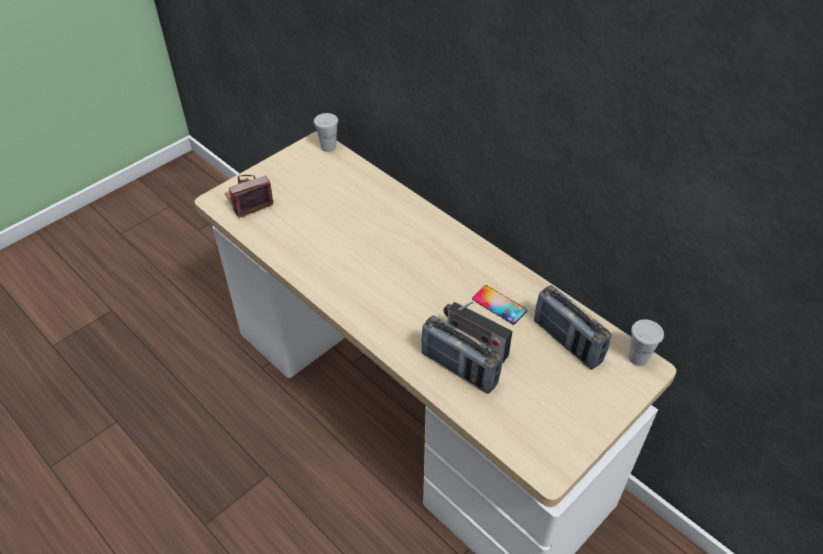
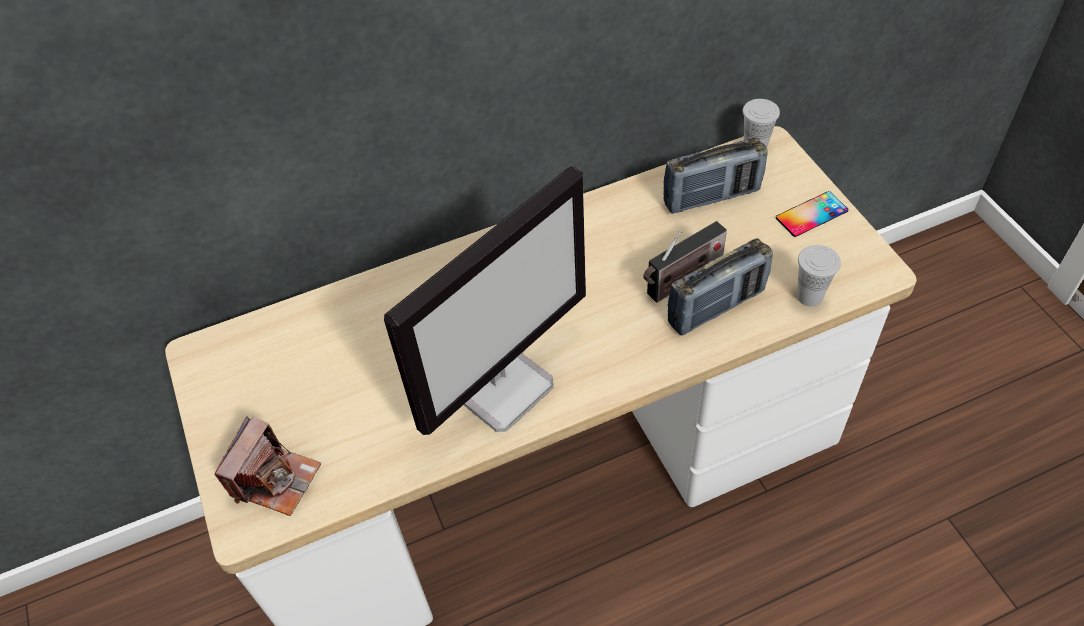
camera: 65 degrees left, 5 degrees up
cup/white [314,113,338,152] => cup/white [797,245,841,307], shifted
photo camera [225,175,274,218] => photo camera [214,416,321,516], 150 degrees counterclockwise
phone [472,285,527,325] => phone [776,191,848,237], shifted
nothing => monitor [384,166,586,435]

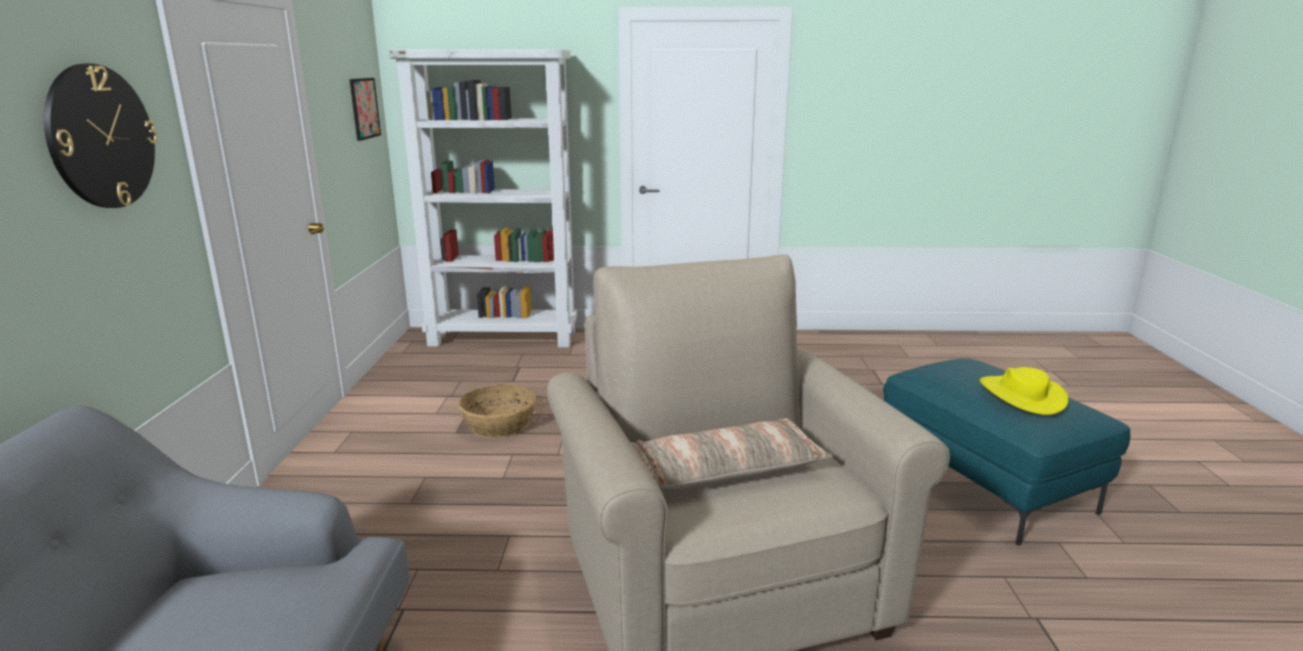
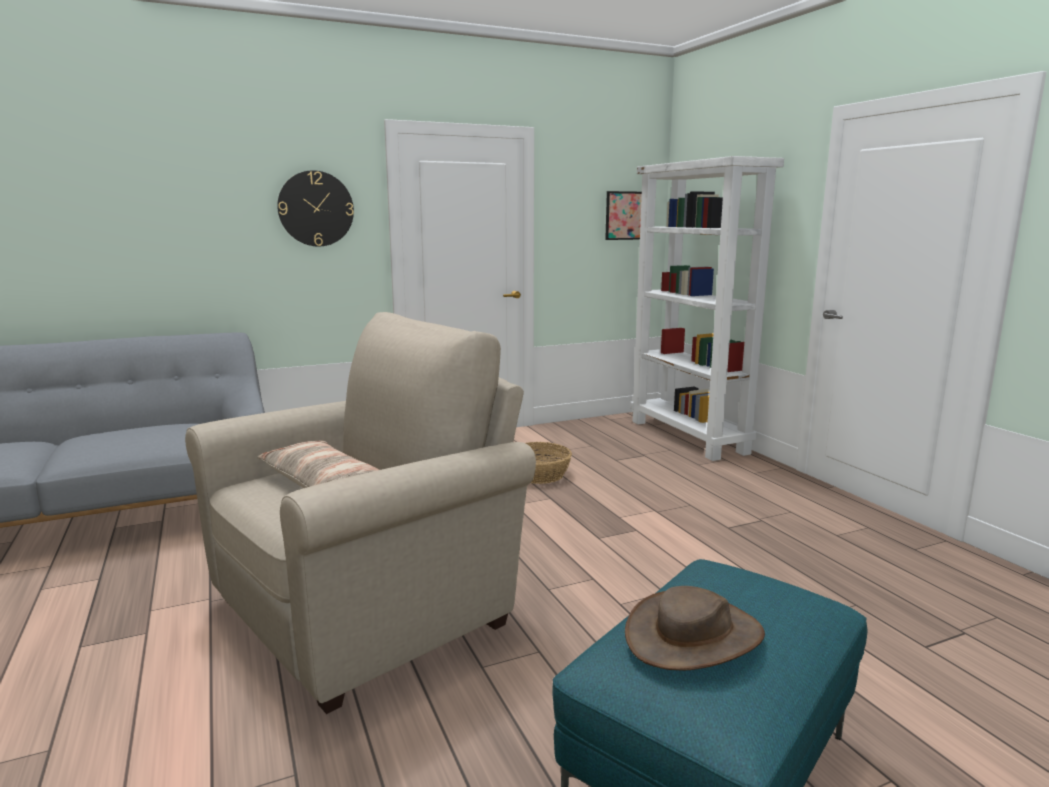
camera: 65 degrees right, 5 degrees down
hat/yellow [980,367,1068,415] => hat/brown [625,586,765,670]

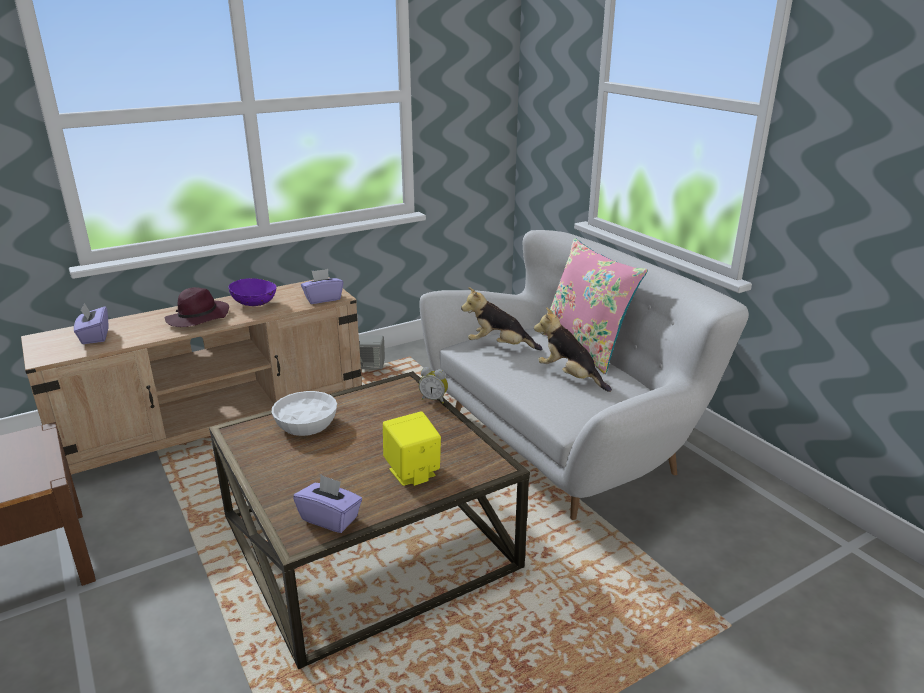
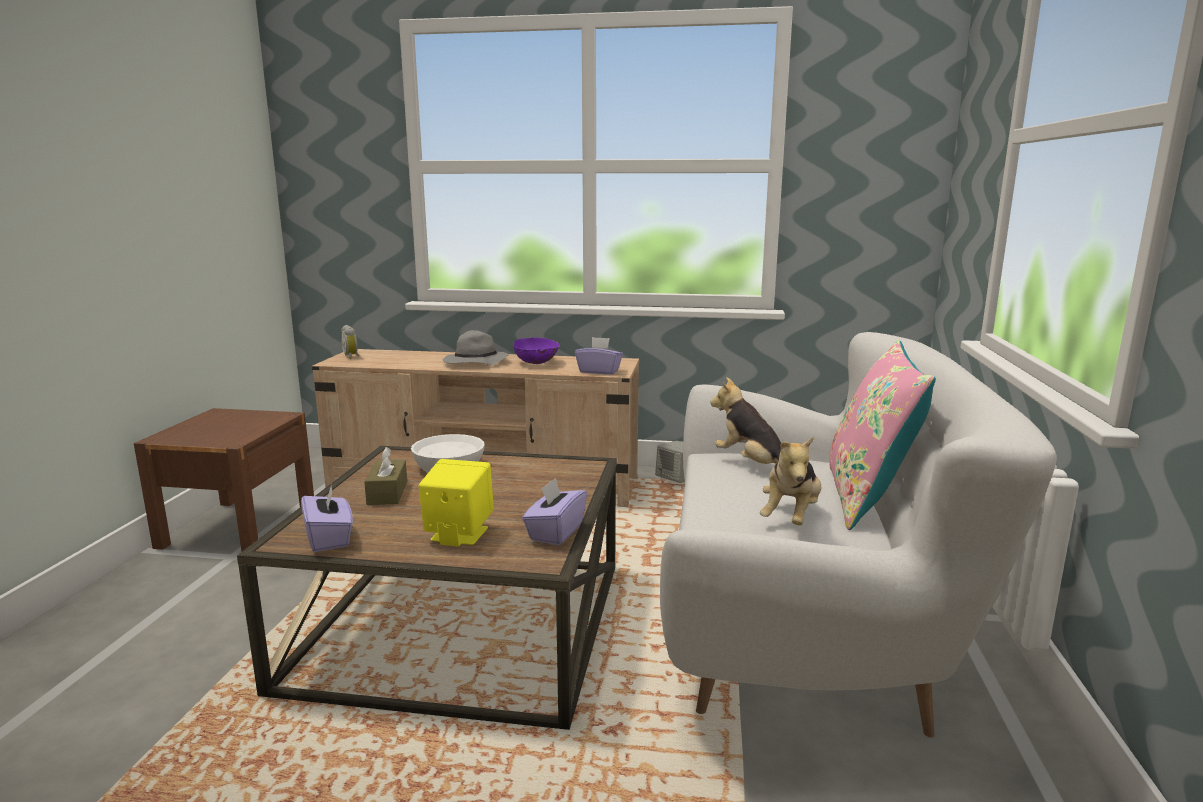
camera: 40 degrees right, 10 degrees down
hat/purple [165,287,229,327] => hat/grey [443,330,509,365]
tissue box/purple [74,303,108,344] => tissue box/purple [522,478,587,545], shifted
plush toy [534,307,612,392] => plush toy [760,436,821,525], 150 degrees counterclockwise
alarm clock [419,367,448,403] => alarm clock [341,325,359,359], shifted
nothing => tissue box/brown [364,447,407,505]

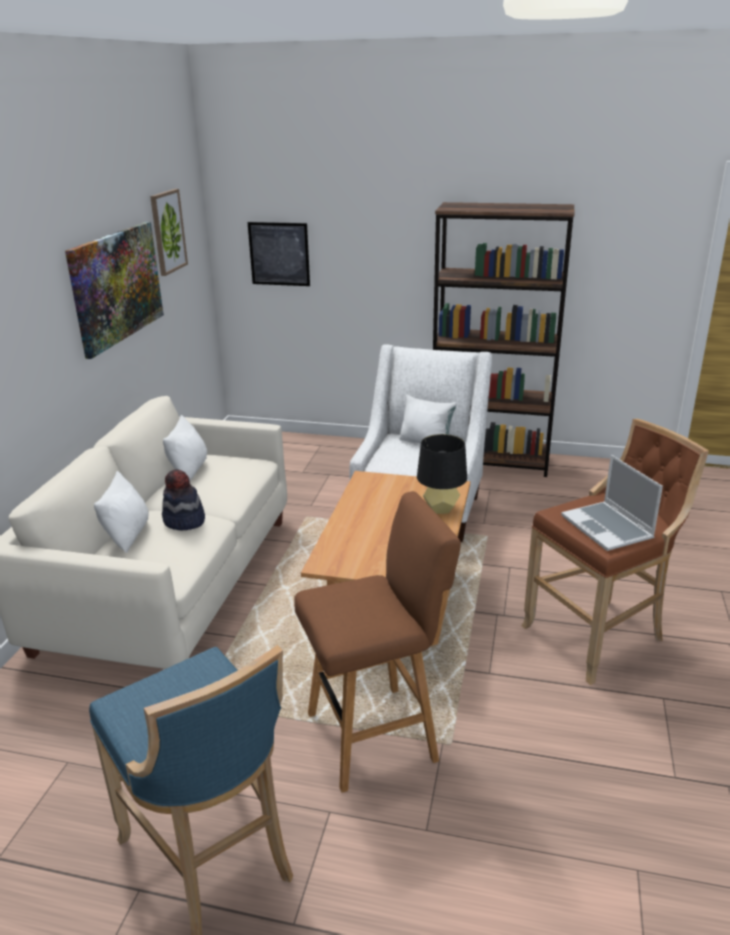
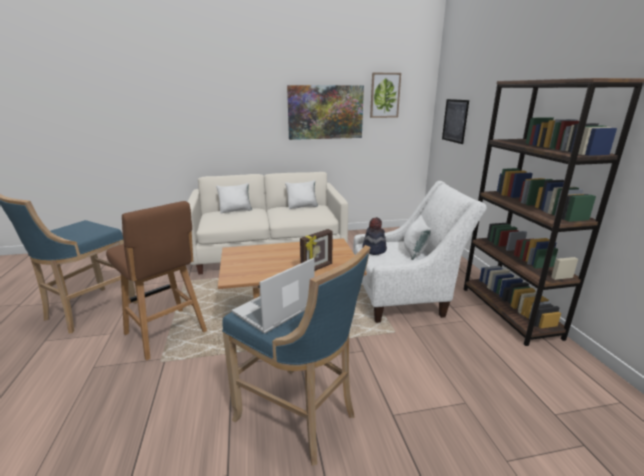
camera: 65 degrees right, 5 degrees down
stool/brown [521,419,709,685] => stool/blue [222,245,371,466]
table lamp/black [417,434,467,514] => picture frame [300,229,333,271]
hat [162,469,205,530] => hat [362,217,387,255], shifted

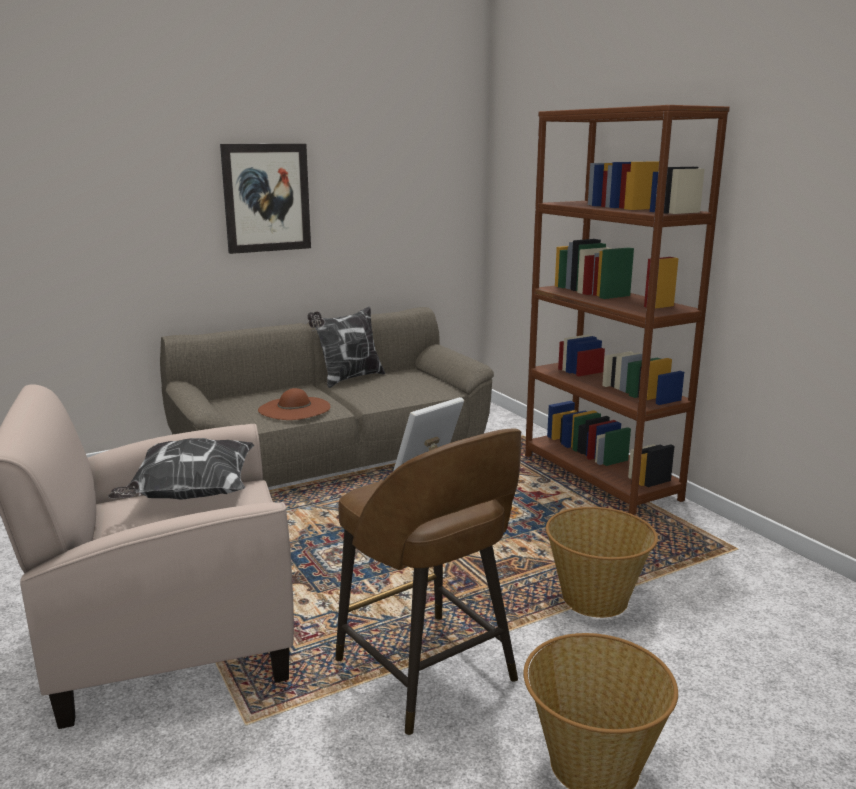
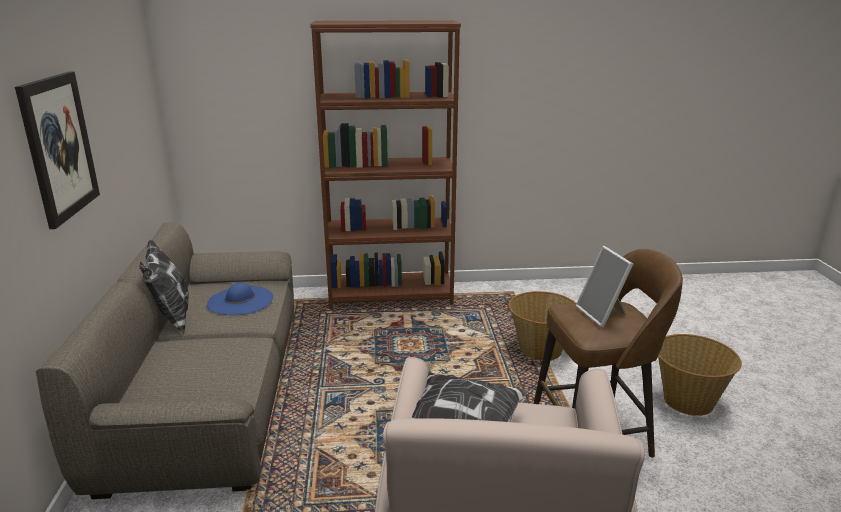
camera: 65 degrees left, 5 degrees up
hat/brown [258,388,331,420] => nothing
nothing => hat/blue [207,282,273,315]

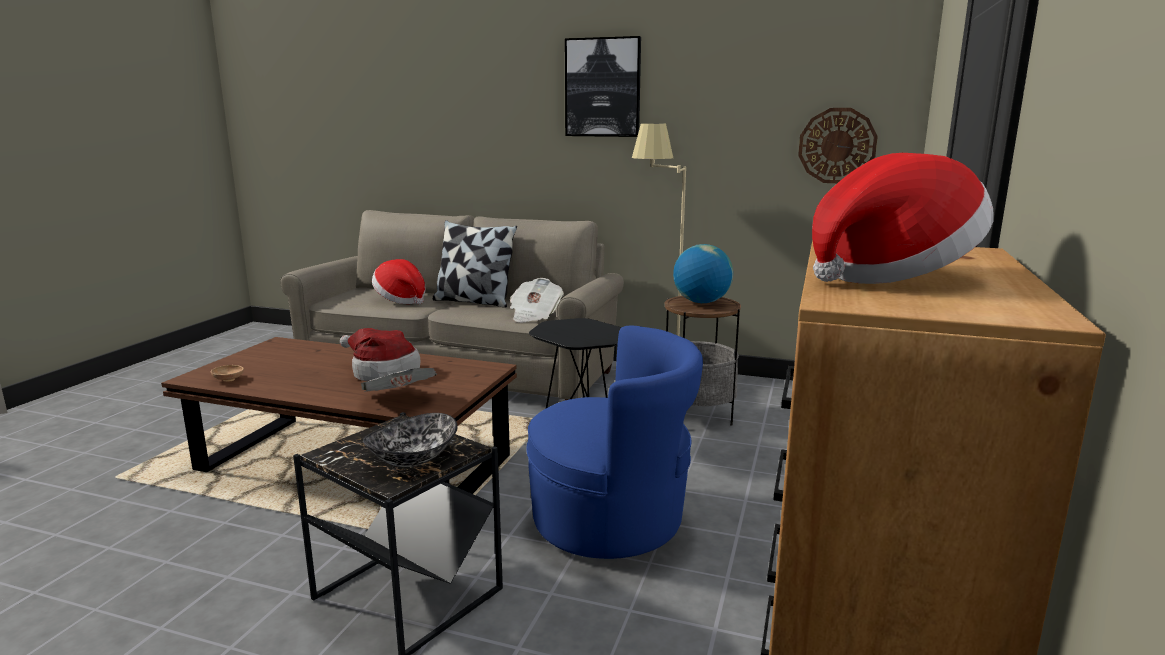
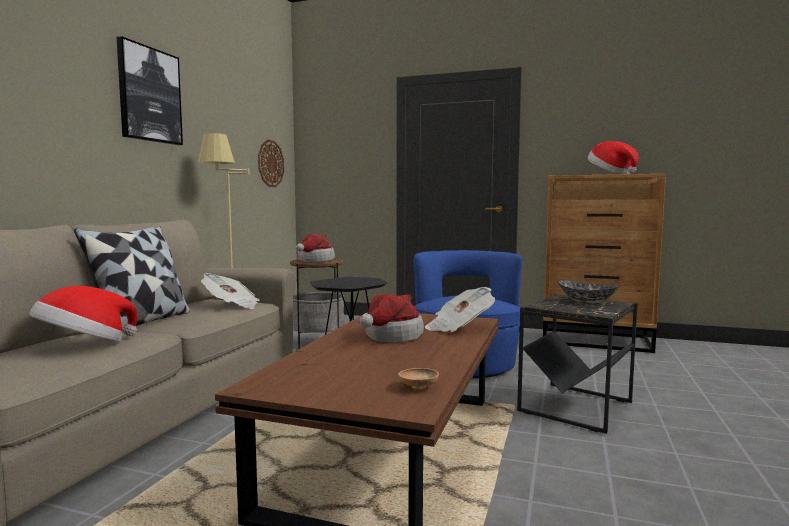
camera: 90 degrees left, 10 degrees down
globe [673,244,733,303] => hat [296,234,335,262]

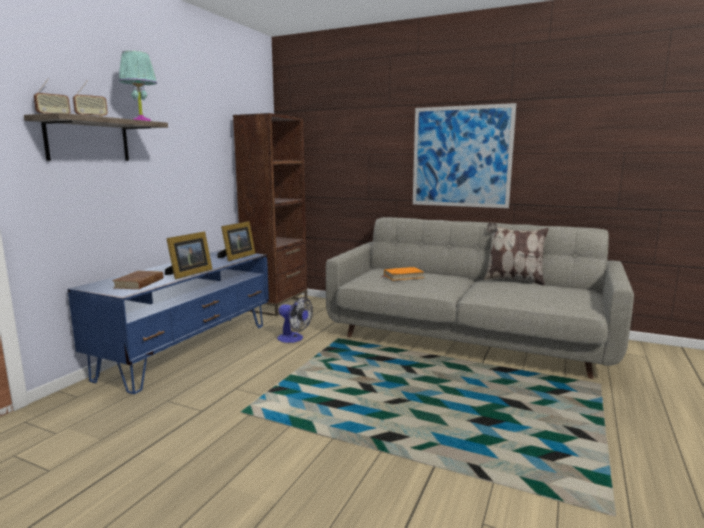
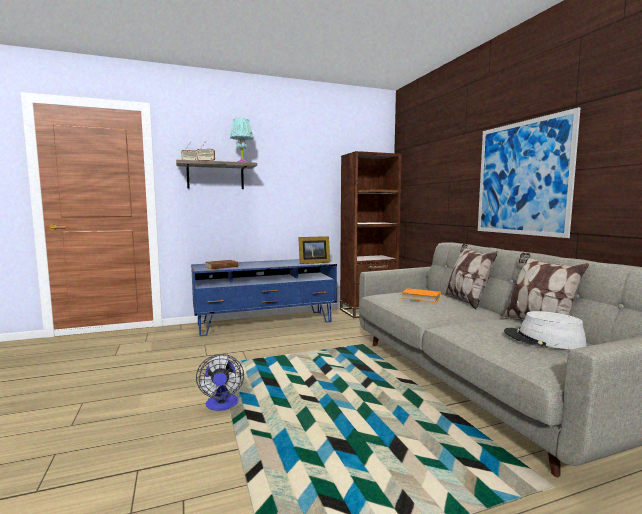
camera: 45 degrees right, 5 degrees down
picture frame [165,231,212,280] => nothing
fan [277,297,313,343] => fan [196,354,244,411], shifted
nothing => pillow [444,244,498,310]
nothing => hat/grey [504,311,587,349]

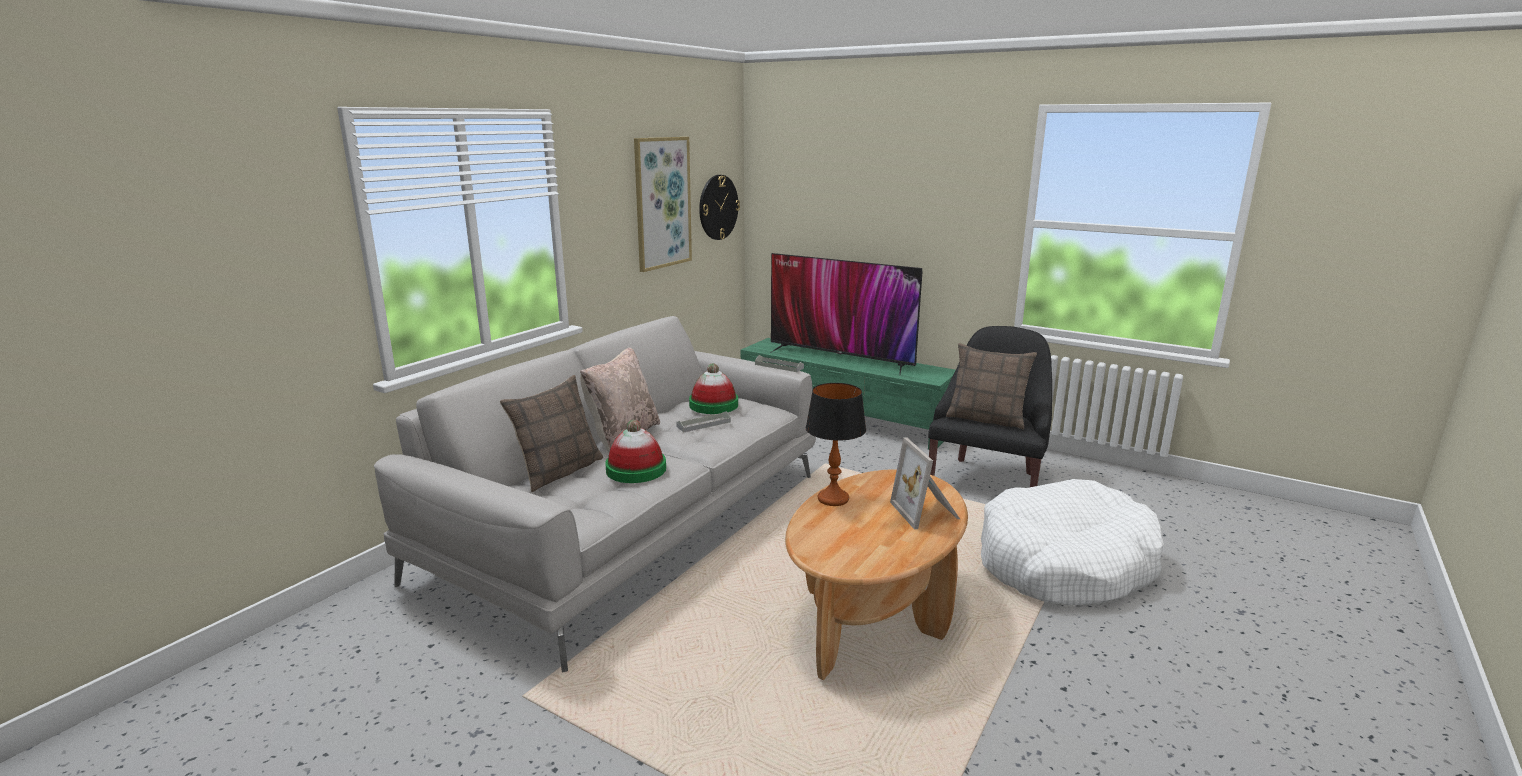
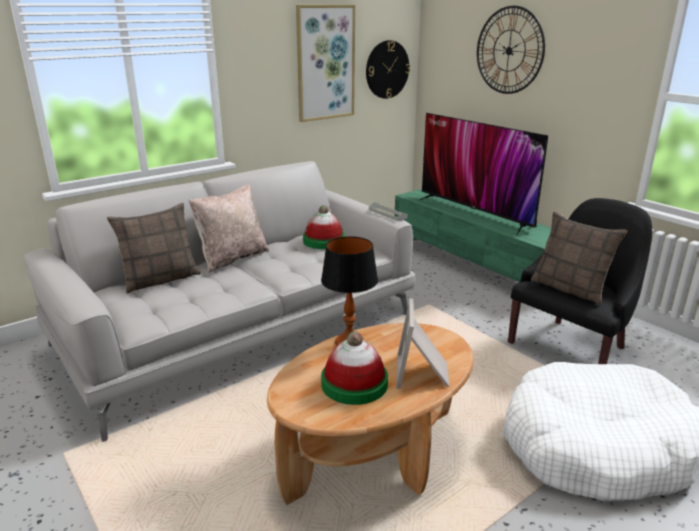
camera: 20 degrees right, 5 degrees up
tray/grey [676,411,731,432] => nothing
hat [605,420,666,483] => hat [321,331,388,405], shifted
nothing => wall clock [477,6,545,94]

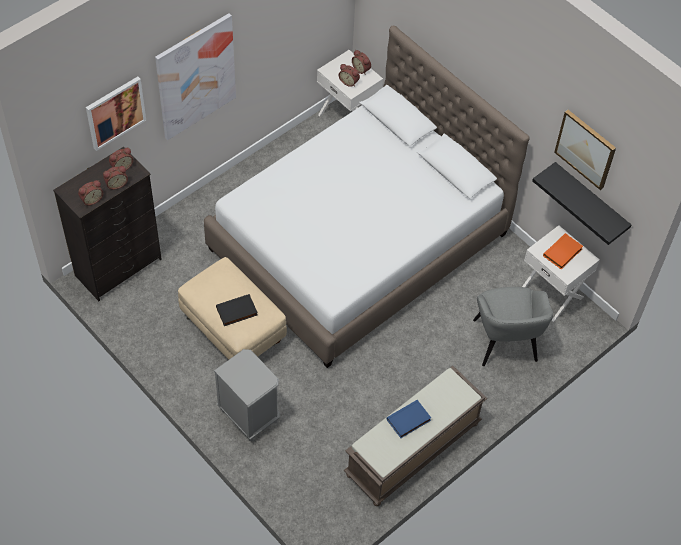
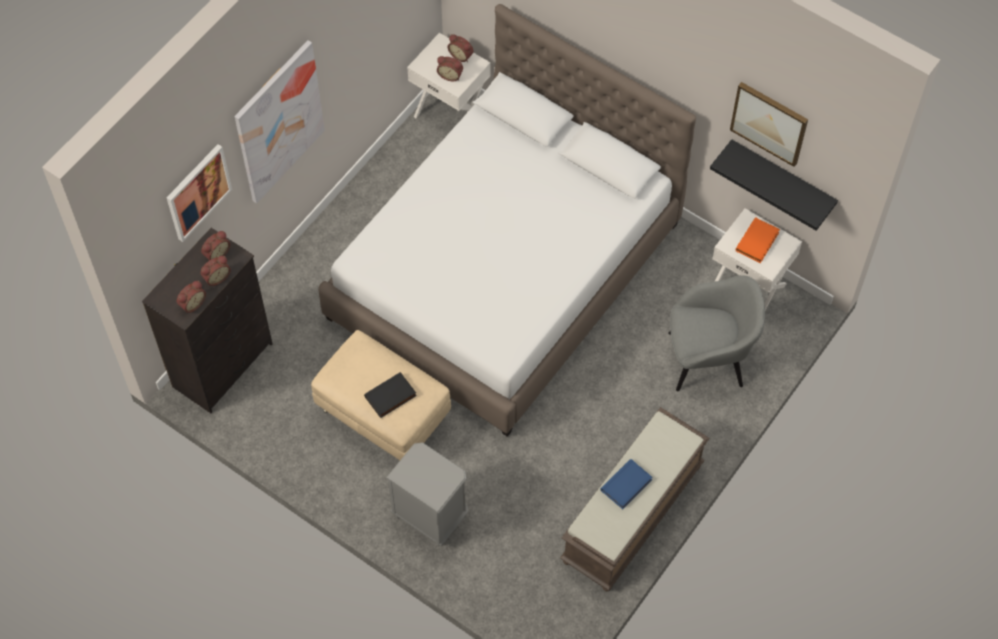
camera: 10 degrees left, 5 degrees up
armchair/grey [473,287,553,366] => armchair/grey [668,275,765,391], 75 degrees counterclockwise

